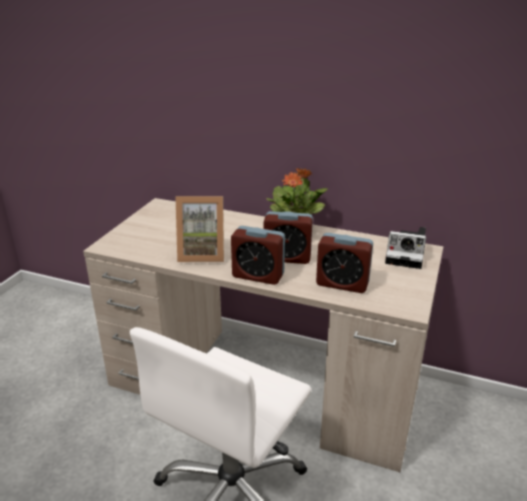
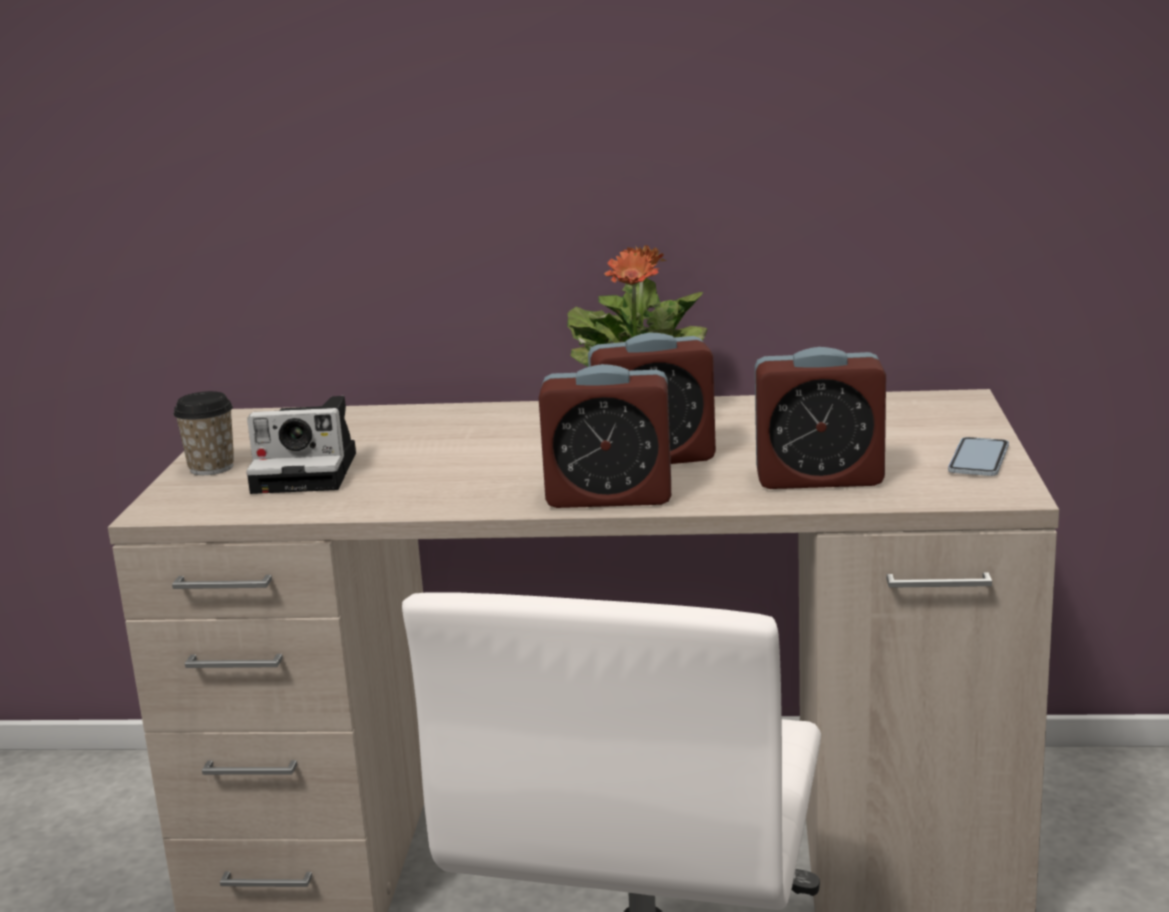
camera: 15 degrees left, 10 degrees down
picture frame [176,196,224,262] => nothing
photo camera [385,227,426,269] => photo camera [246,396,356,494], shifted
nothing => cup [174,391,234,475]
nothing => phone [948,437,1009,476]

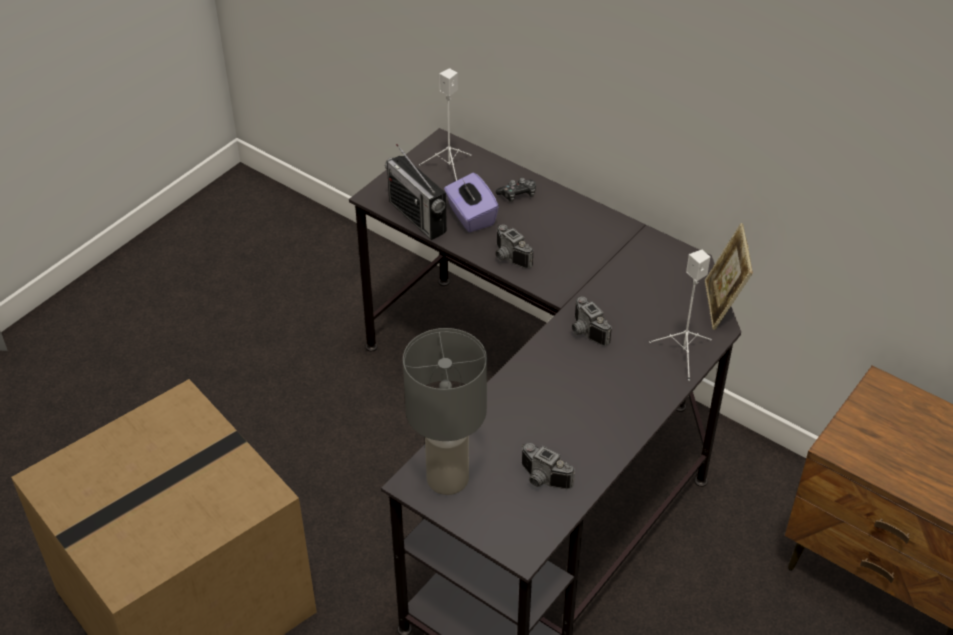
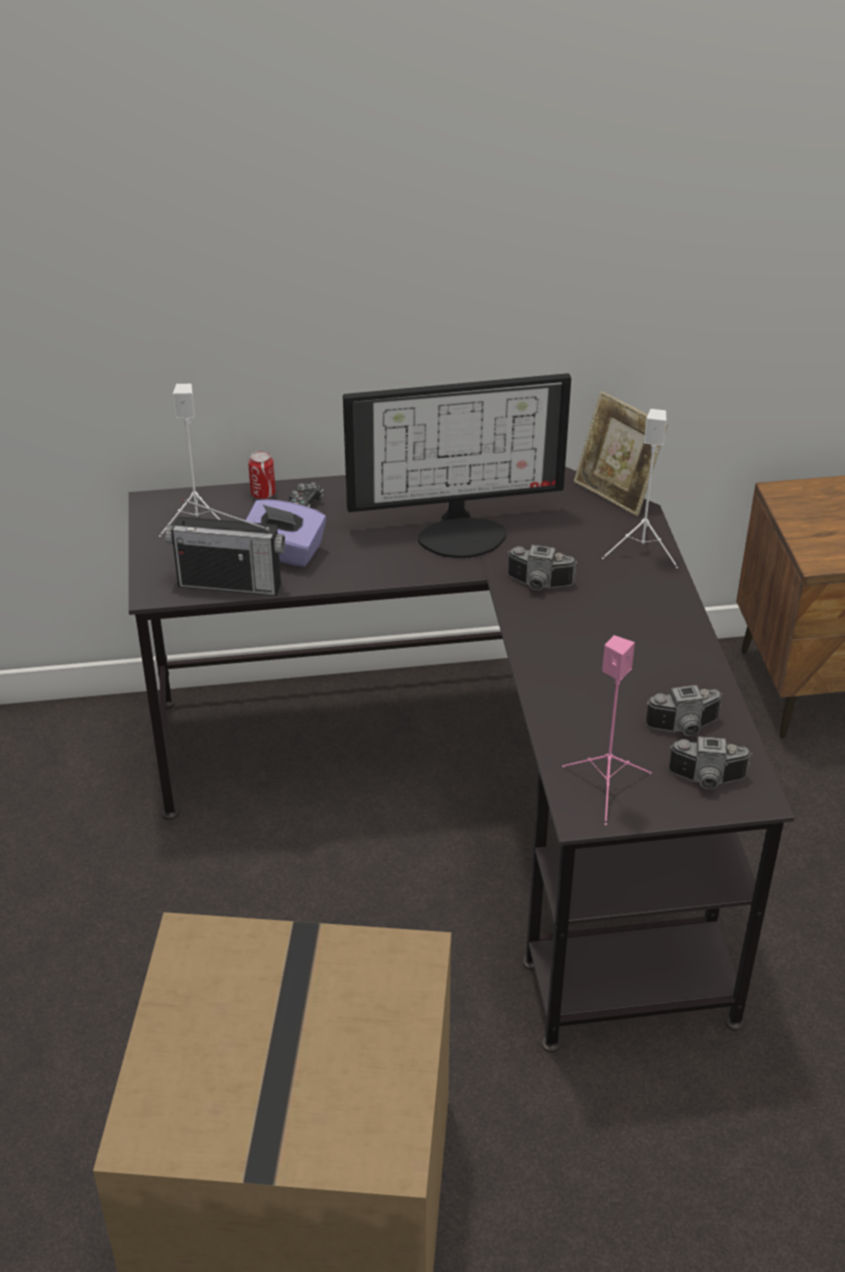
camera: 45 degrees left, 5 degrees down
photo camera [496,224,533,269] => photo camera [669,736,752,789], shifted
table lamp/grey [403,328,487,495] => speaker/pink [562,635,652,825]
nothing => monitor [343,373,571,558]
nothing => can [248,450,276,499]

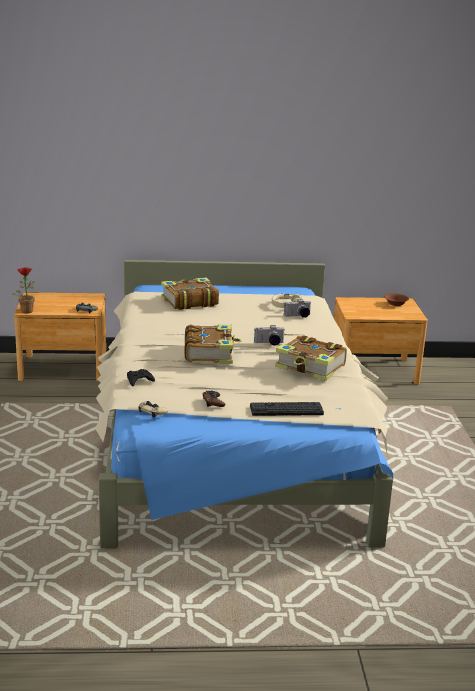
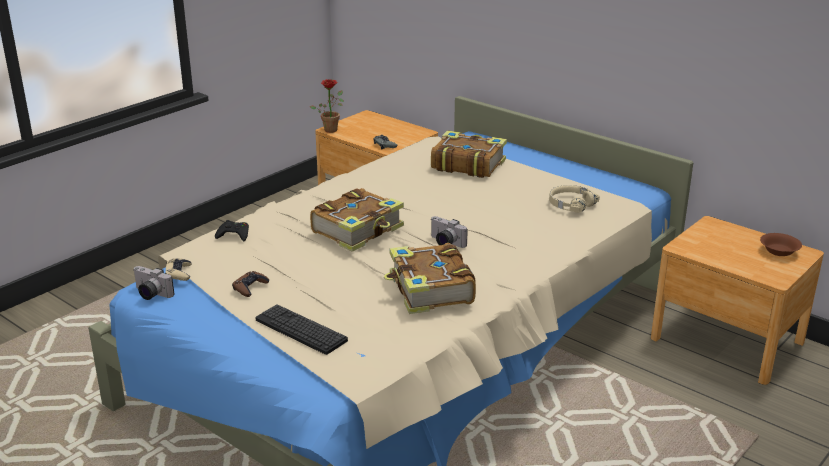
camera: 45 degrees right, 5 degrees up
photo camera [284,299,312,318] => photo camera [134,266,175,300], shifted

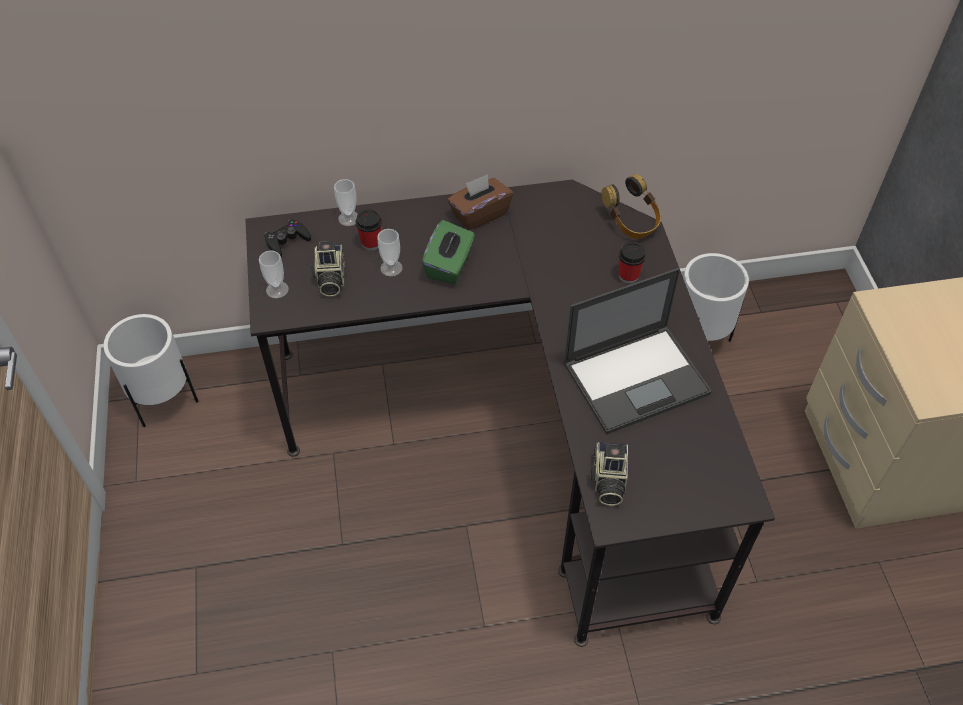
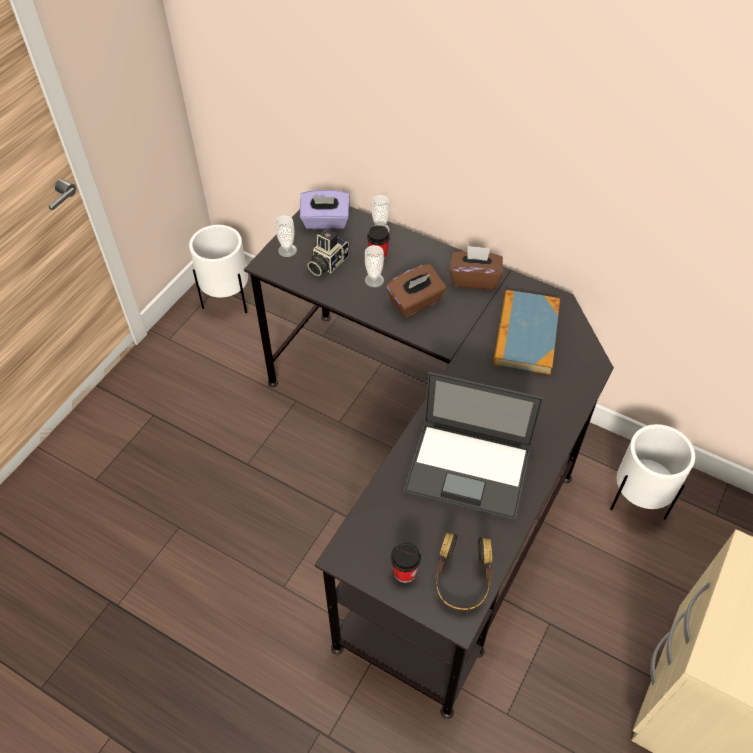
camera: 40 degrees right, 0 degrees up
headphones [601,174,661,239] => headphones [435,532,492,610], shifted
game controller/black [264,219,311,256] => tissue box/purple [300,190,350,229]
tissue box/green [422,220,475,284] => tissue box/brown [386,264,446,317]
cup [619,242,646,284] => cup [391,542,421,583], shifted
photo camera [590,442,628,506] => nothing
nothing => book [493,290,560,375]

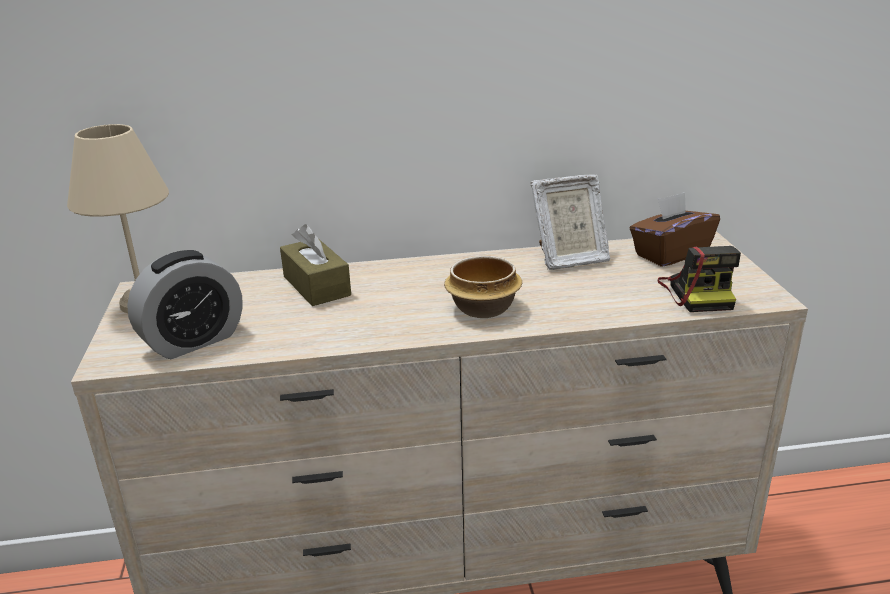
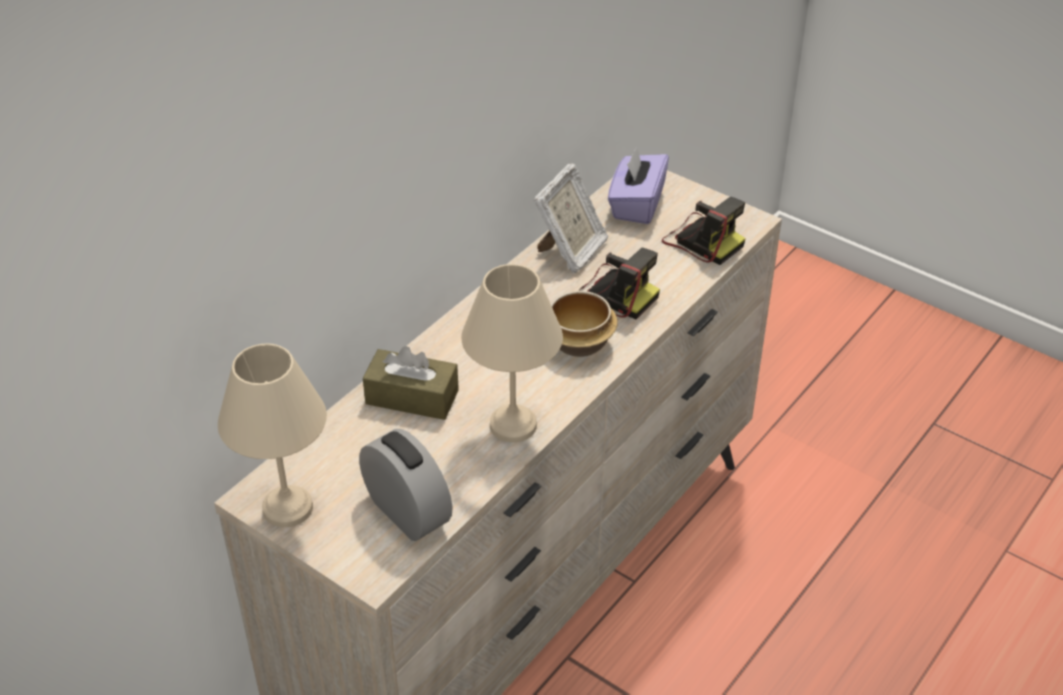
camera: 45 degrees left, 15 degrees up
tissue box/brown [630,192,720,267] => tissue box/purple [608,146,669,224]
alarm clock [127,250,243,359] => alarm clock [359,429,453,541], 45 degrees counterclockwise
nothing => photo camera [579,248,660,319]
nothing => table lamp/beige [461,264,563,442]

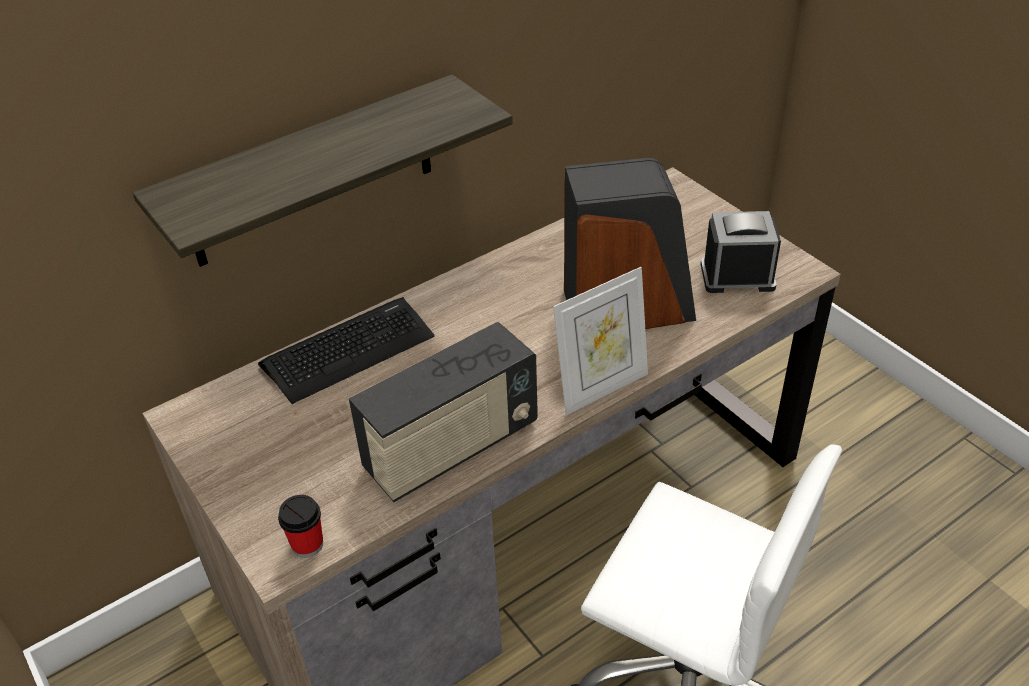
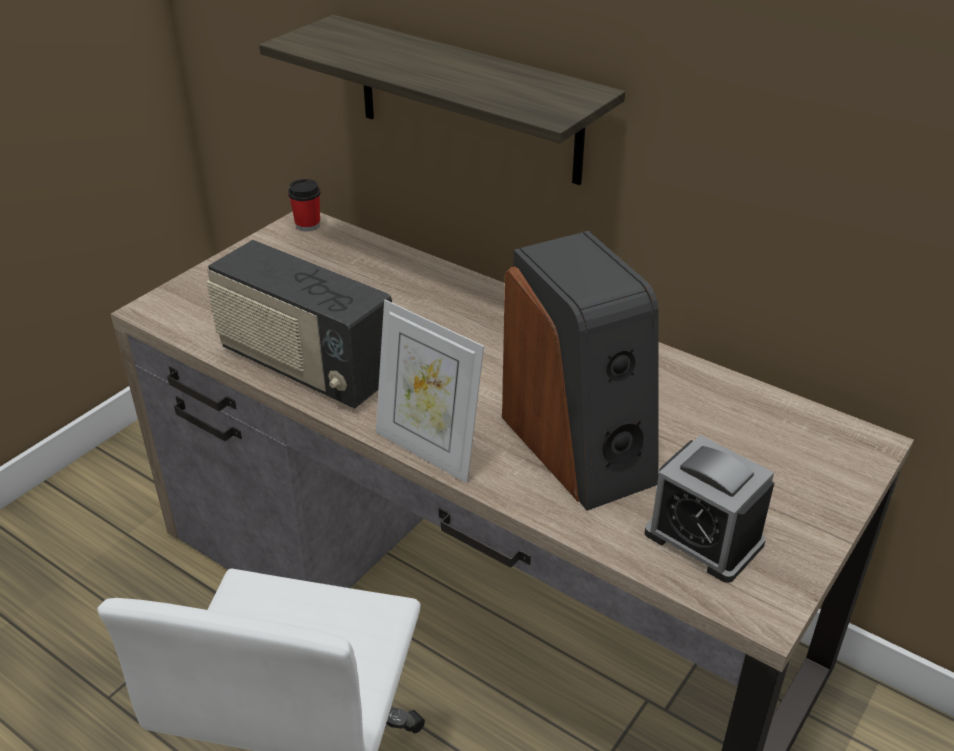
camera: 70 degrees right, 5 degrees down
alarm clock [701,211,781,293] => alarm clock [645,435,774,583], 150 degrees clockwise
keyboard [258,297,435,404] => nothing
cup [278,495,323,558] => cup [288,179,321,231], shifted

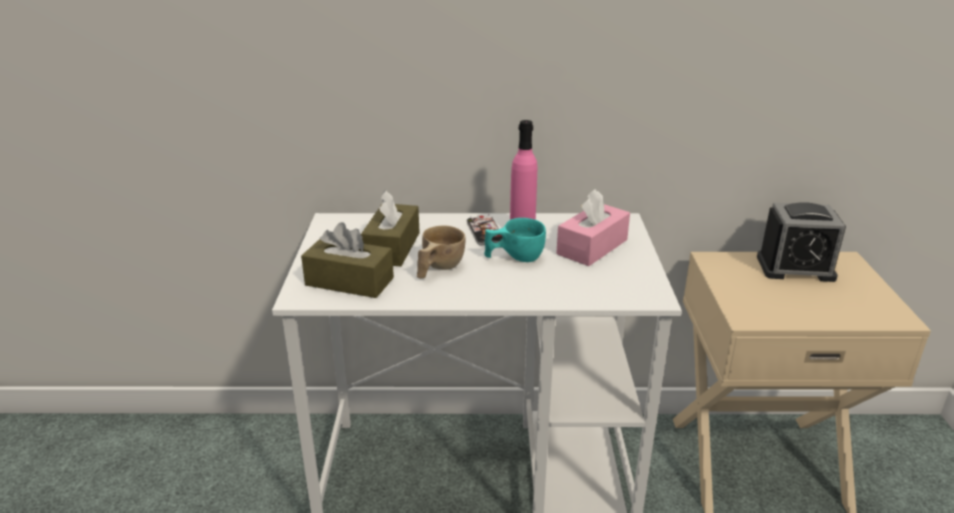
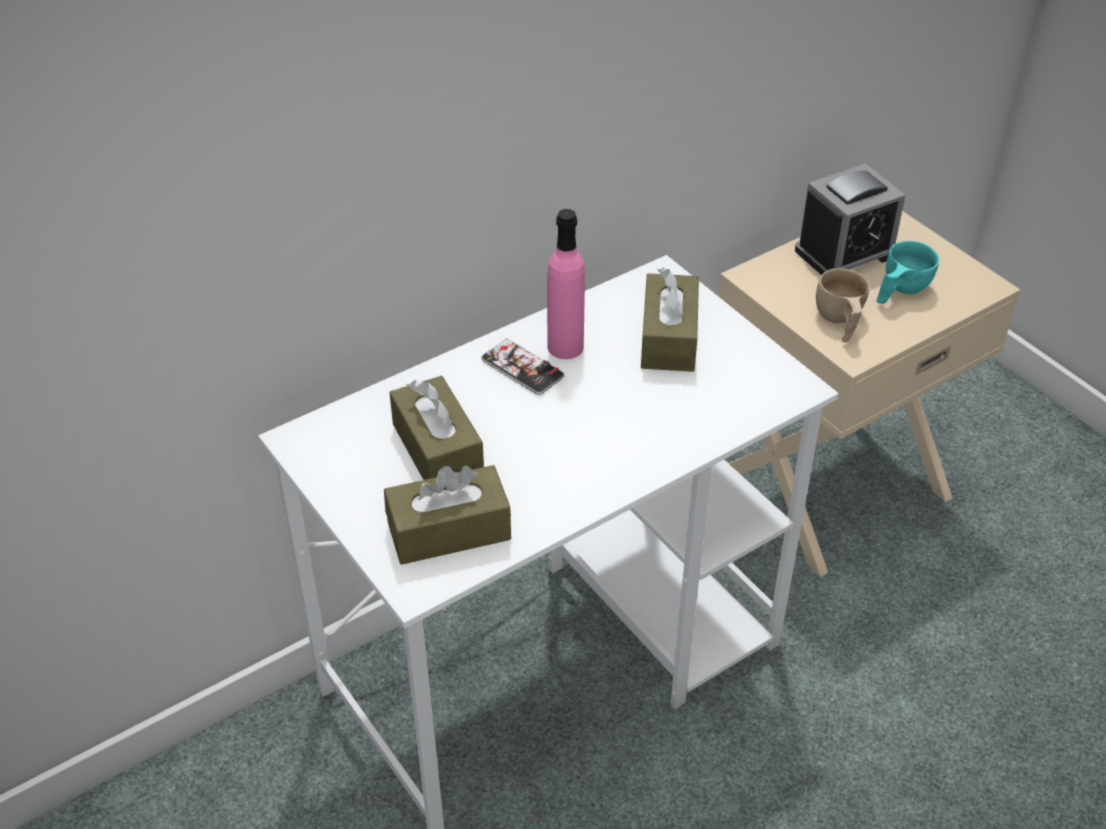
camera: 35 degrees left, 15 degrees up
tissue box/pink [556,189,630,266] => tissue box/brown [641,267,699,372]
cup/turquoise [484,218,546,262] => cup/turquoise [876,241,939,303], shifted
cup/beige [417,226,465,279] => cup/beige [816,268,870,343], shifted

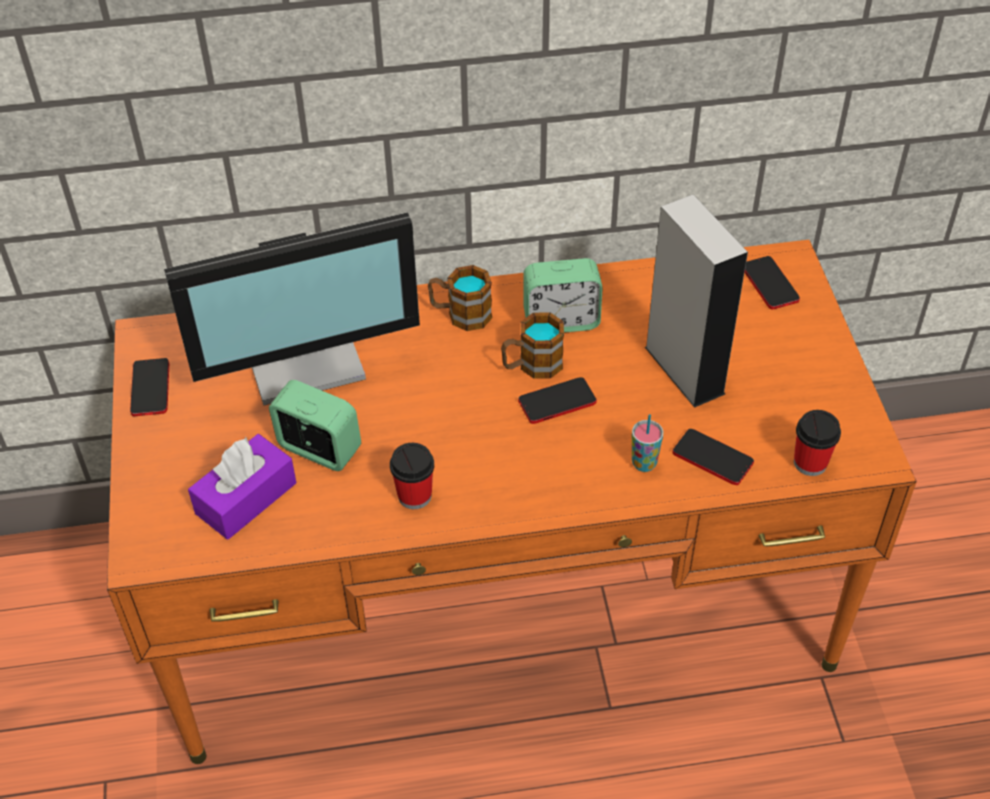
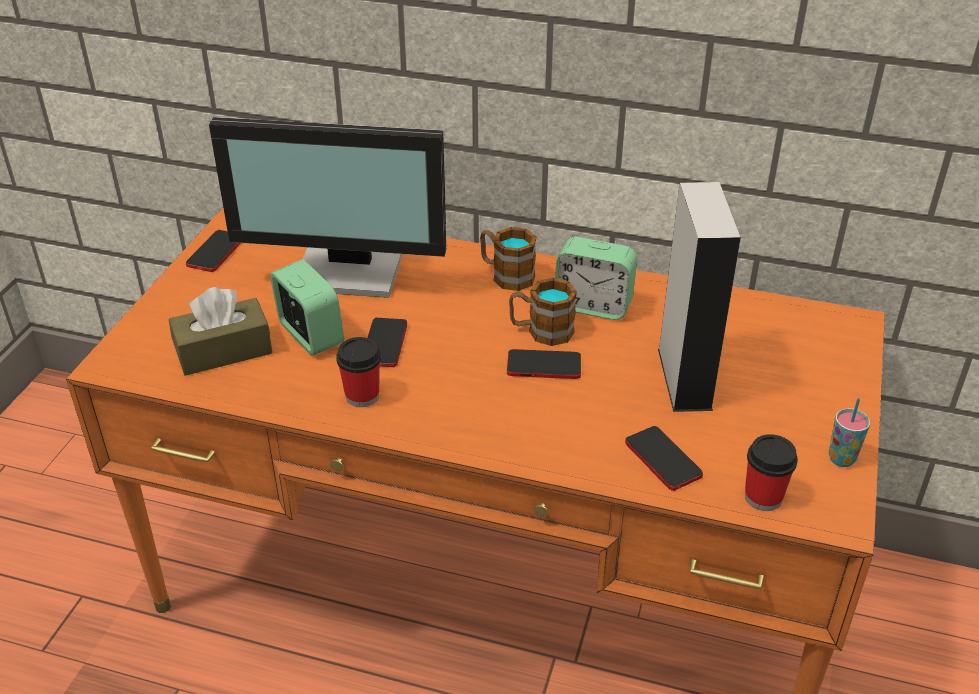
camera: 25 degrees right, 10 degrees down
phone [744,256,800,310] => phone [367,318,407,367], shifted
cup [632,414,664,472] => cup [829,398,870,467], shifted
tissue box/purple [188,434,296,540] => tissue box/brown [169,287,273,376]

